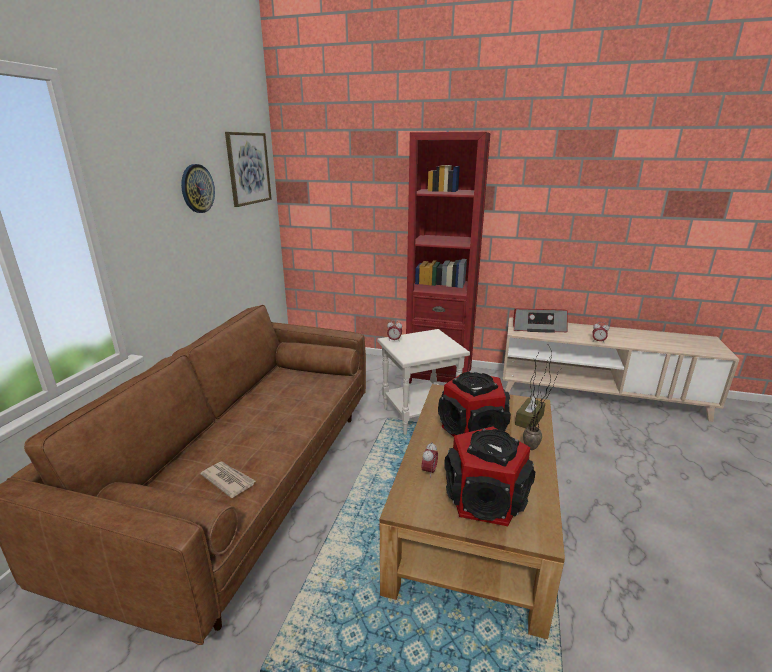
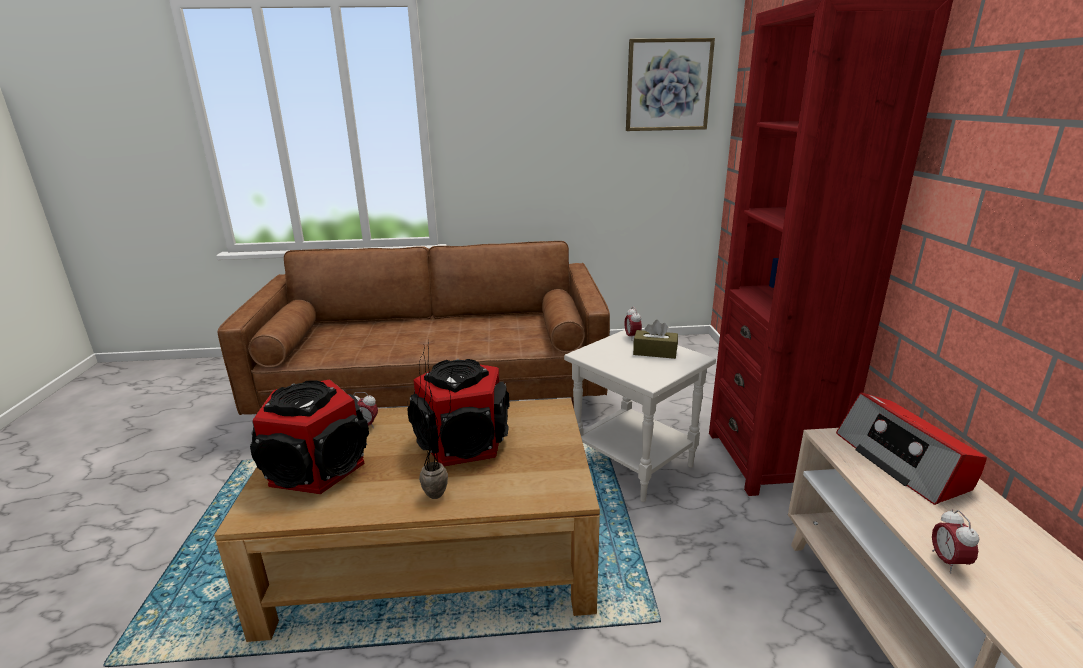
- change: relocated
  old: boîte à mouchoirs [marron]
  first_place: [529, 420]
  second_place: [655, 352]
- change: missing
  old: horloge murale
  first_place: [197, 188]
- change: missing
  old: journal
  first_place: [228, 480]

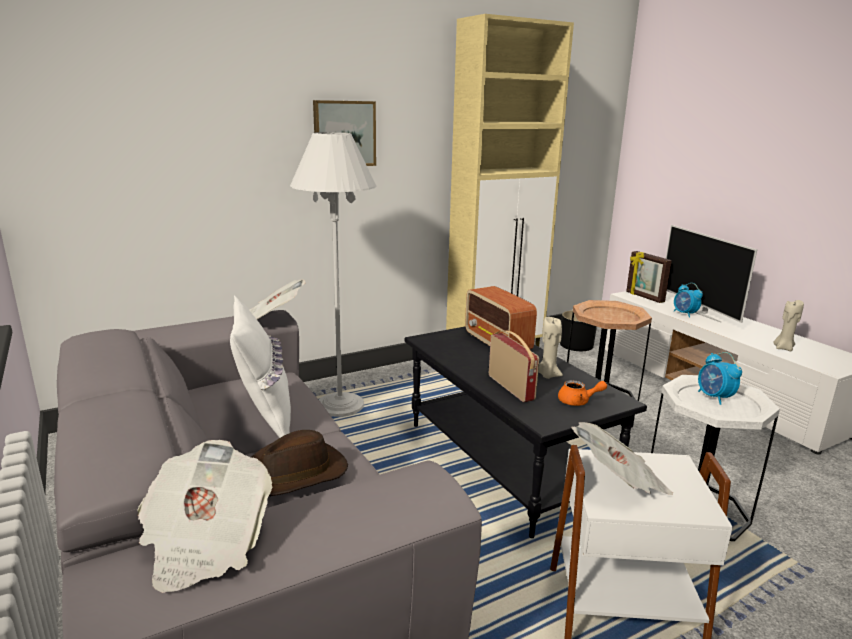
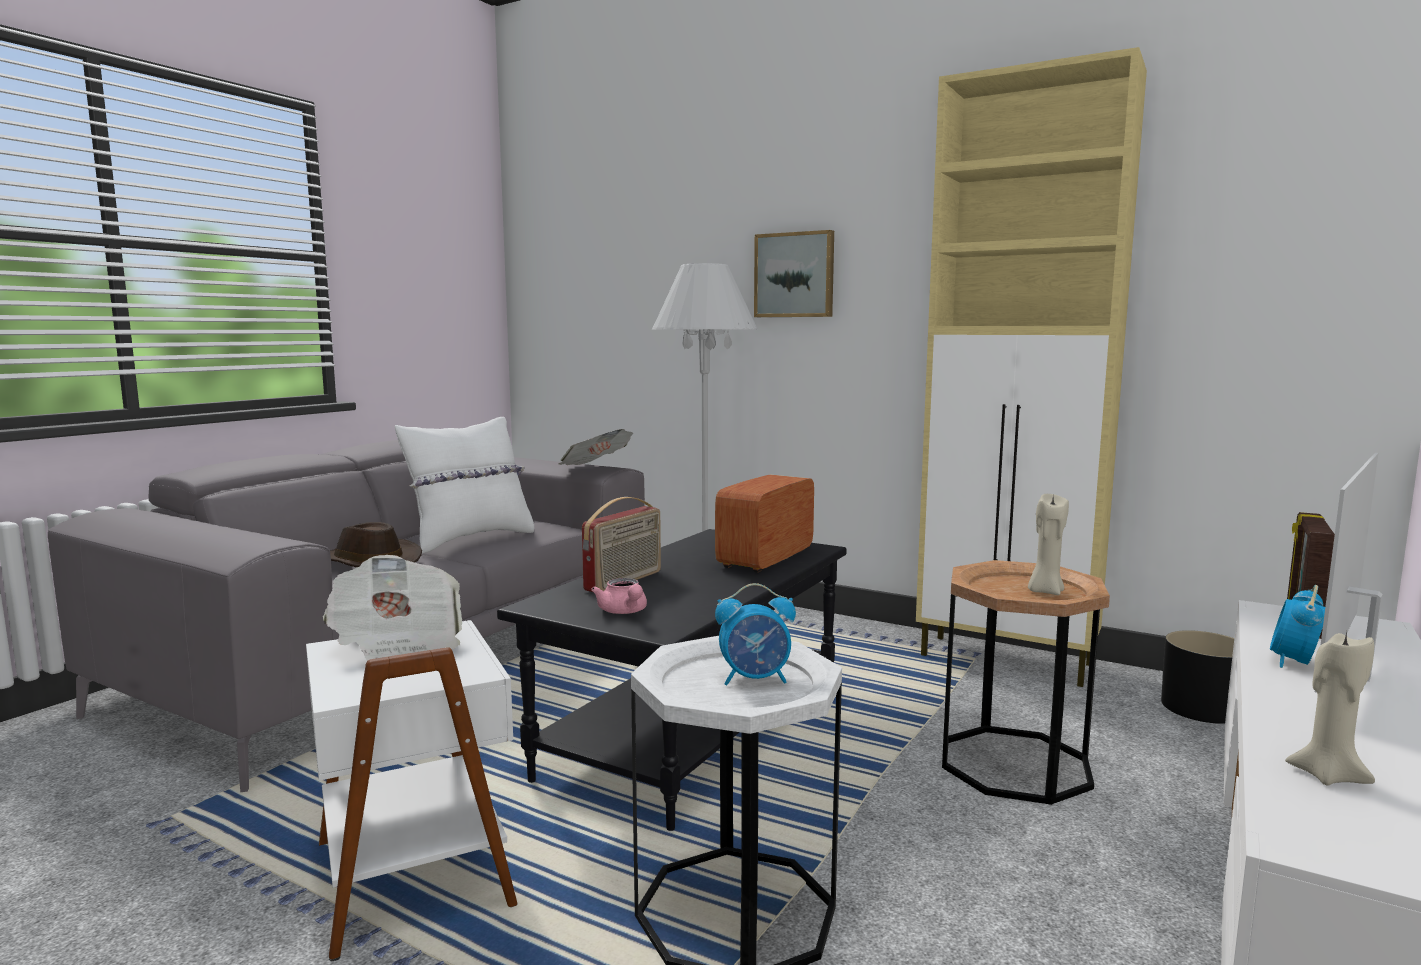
- change: colour
  old: théière [orange]
  new: théière [rose]
  first_place: [578, 402]
  second_place: [624, 612]
- change: spun
  old: réveil
  first_place: [714, 397]
  second_place: [755, 679]
  degrees: -135
- change: relocated
  old: bougie [beige]
  first_place: [547, 375]
  second_place: [1045, 591]
- change: missing
  old: journal
  first_place: [205, 542]

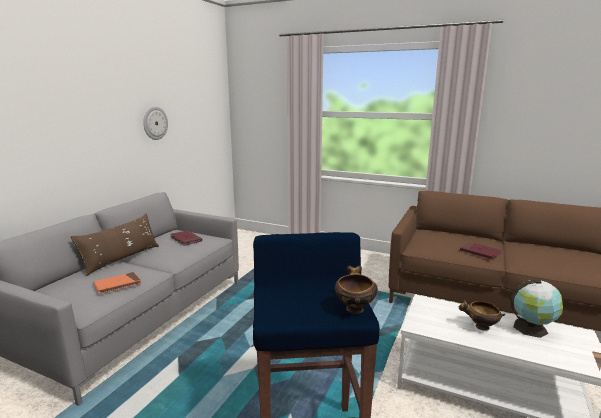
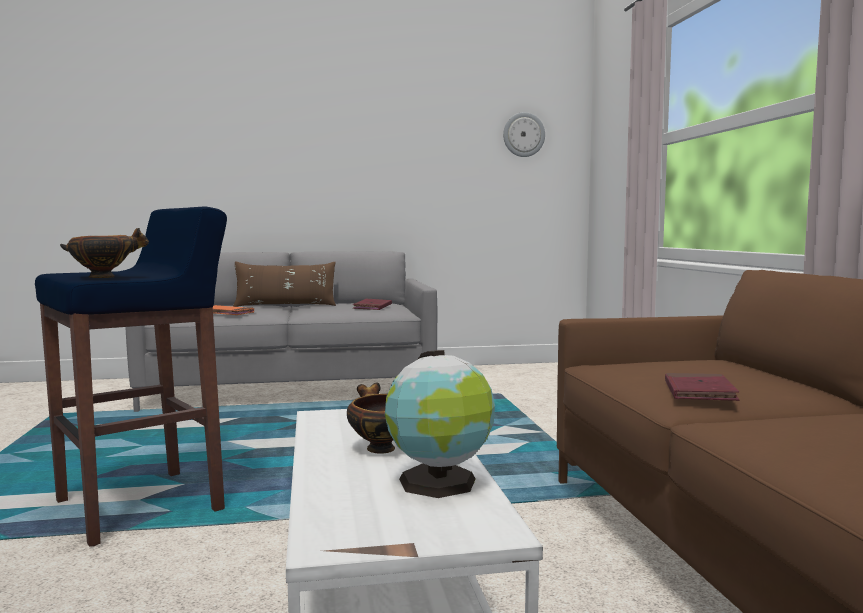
- change: relocated
  old: horloge murale
  first_place: [155, 123]
  second_place: [523, 135]

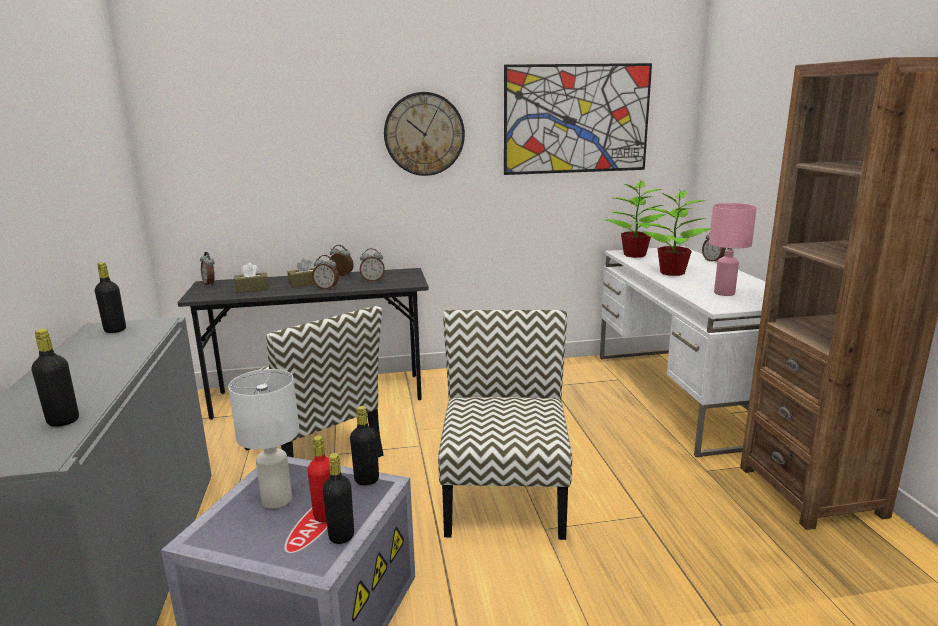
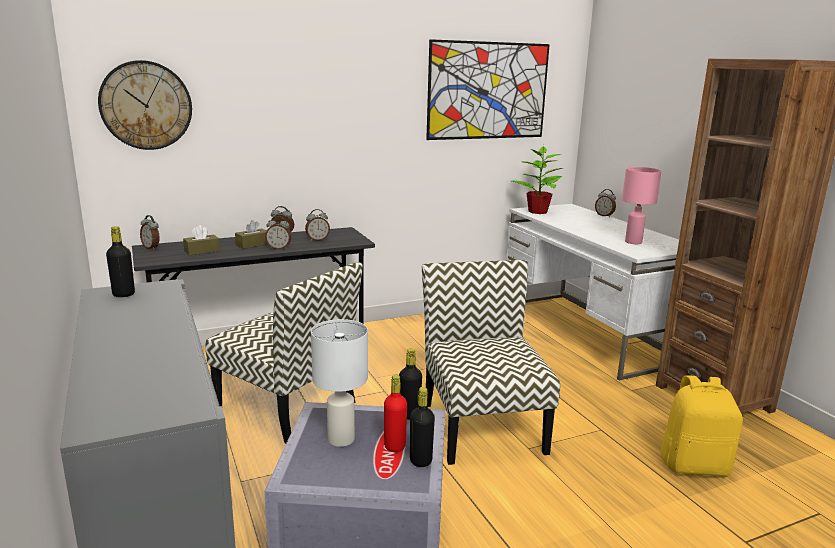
- change: relocated
  old: horloge murale
  first_place: [424, 134]
  second_place: [146, 105]
- change: appeared
  new: sac à dos [jaune]
  second_place: [694, 465]
- change: missing
  old: bouteille [noir]
  first_place: [63, 421]
- change: missing
  old: plante en pot
  first_place: [671, 272]

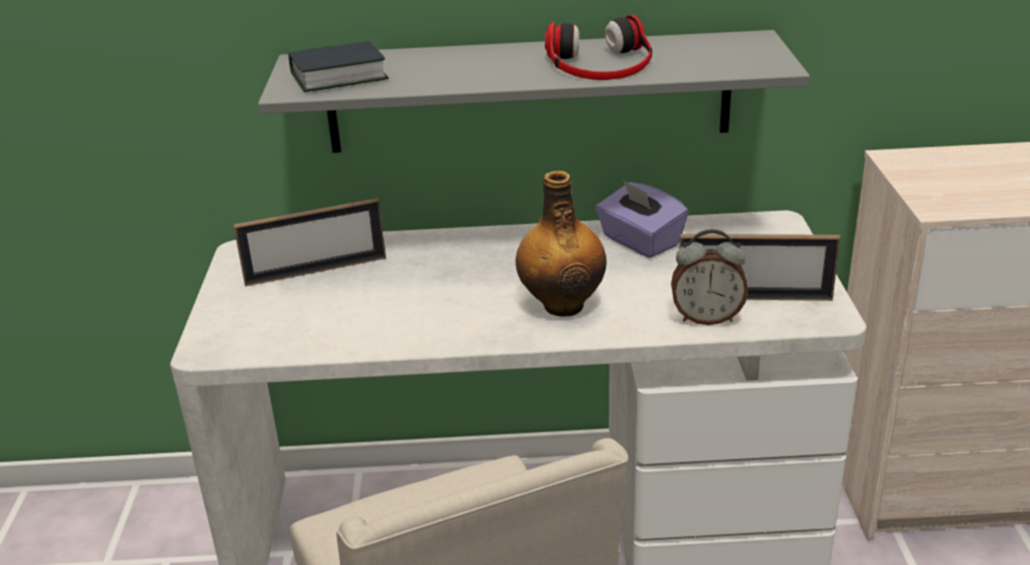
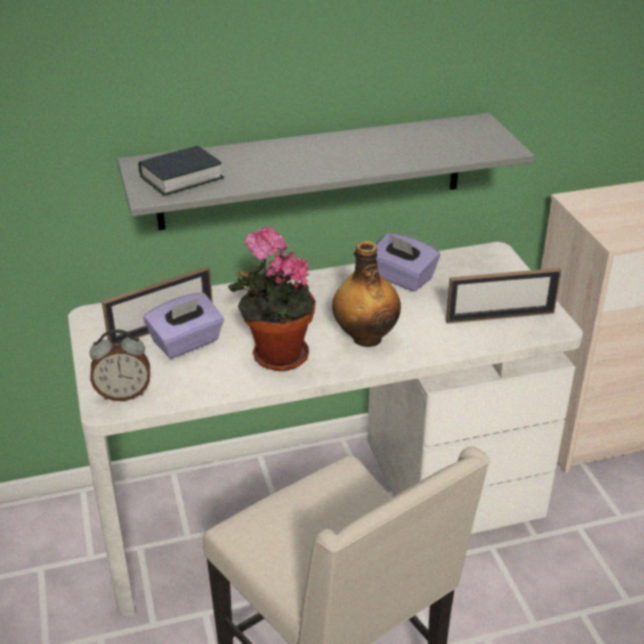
- change: relocated
  old: réveil
  first_place: [707, 318]
  second_place: [124, 394]
- change: appeared
  new: boîte à mouchoirs [violet]
  second_place: [187, 343]
- change: appeared
  new: plante en pot
  second_place: [275, 356]
- change: missing
  old: casque audio
  first_place: [600, 63]

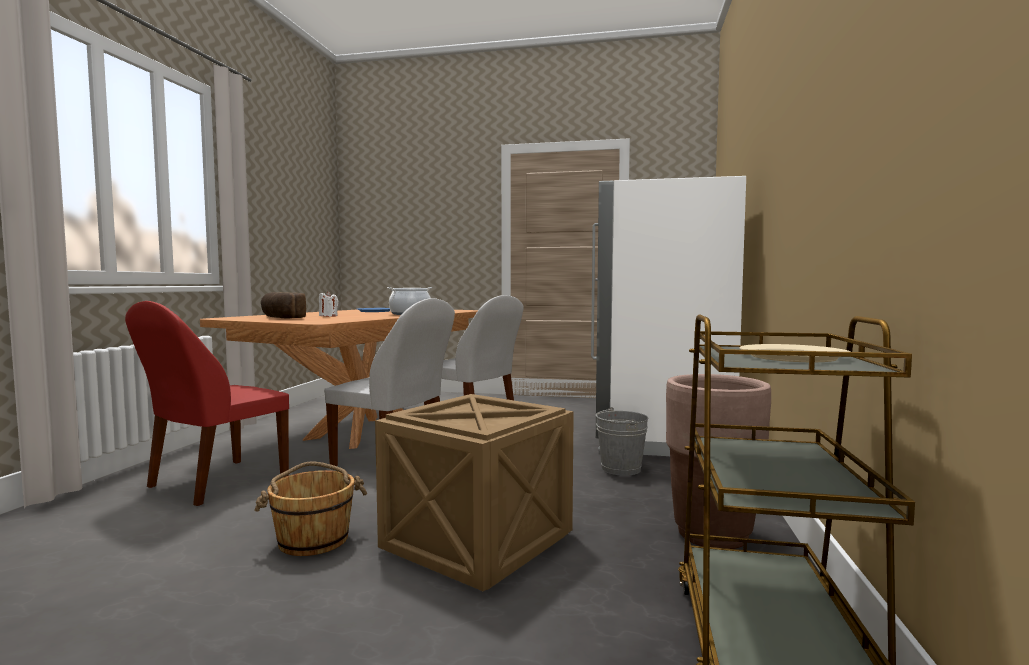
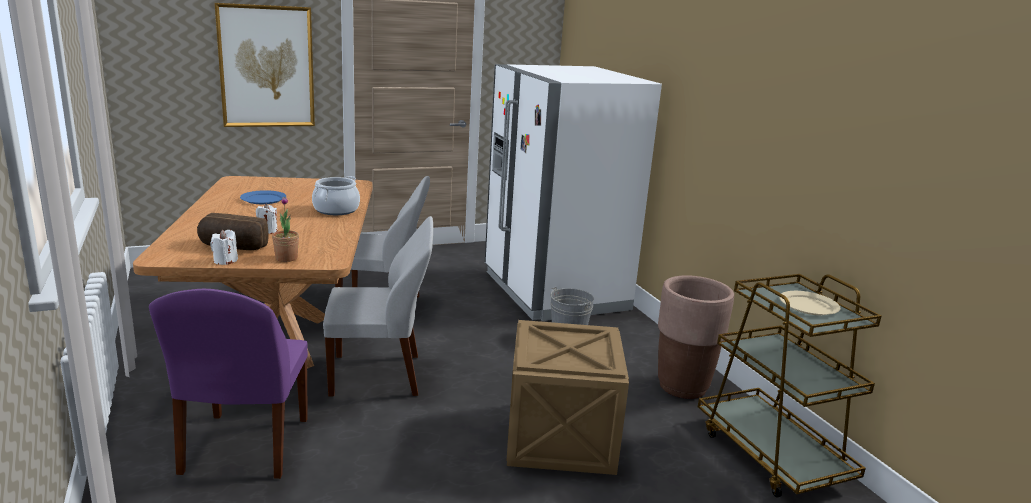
- change: colour
  old: chaise [rouge]
  new: chaise [violet]
  first_place: [215, 483]
  second_place: [244, 448]
- change: appeared
  new: bougie [blanc]
  second_place: [225, 261]
- change: appeared
  new: tableau
  second_place: [266, 66]
- change: appeared
  new: plante en pot
  second_place: [286, 258]
- change: missing
  old: seau [marron]
  first_place: [313, 539]

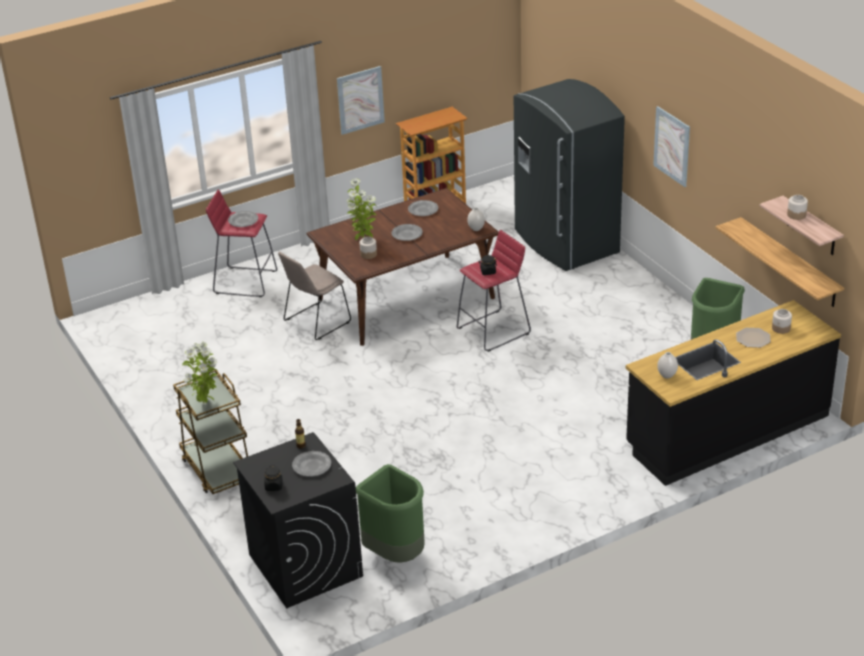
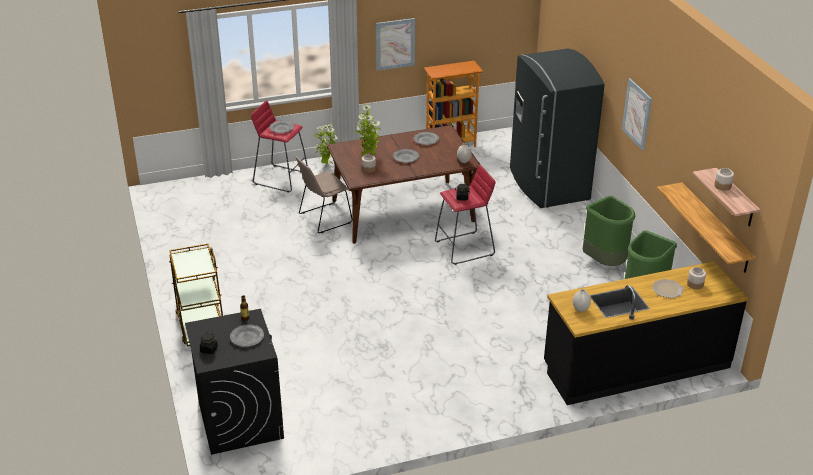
- change: relocated
  old: plante en pot
  first_place: [205, 404]
  second_place: [326, 166]
- change: relocated
  old: poubelle [vert]
  first_place: [395, 553]
  second_place: [605, 262]

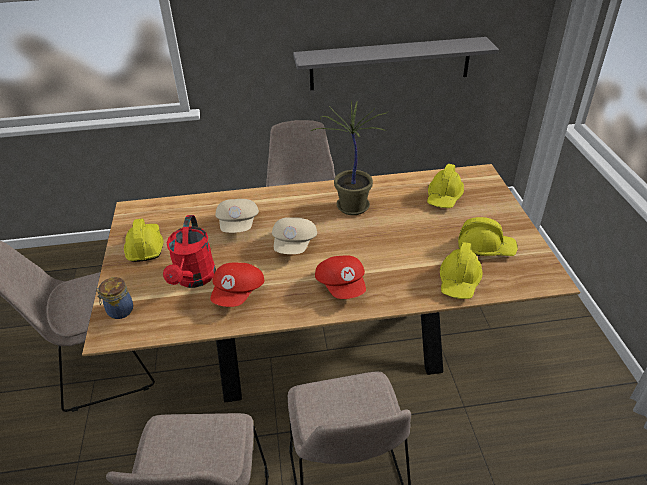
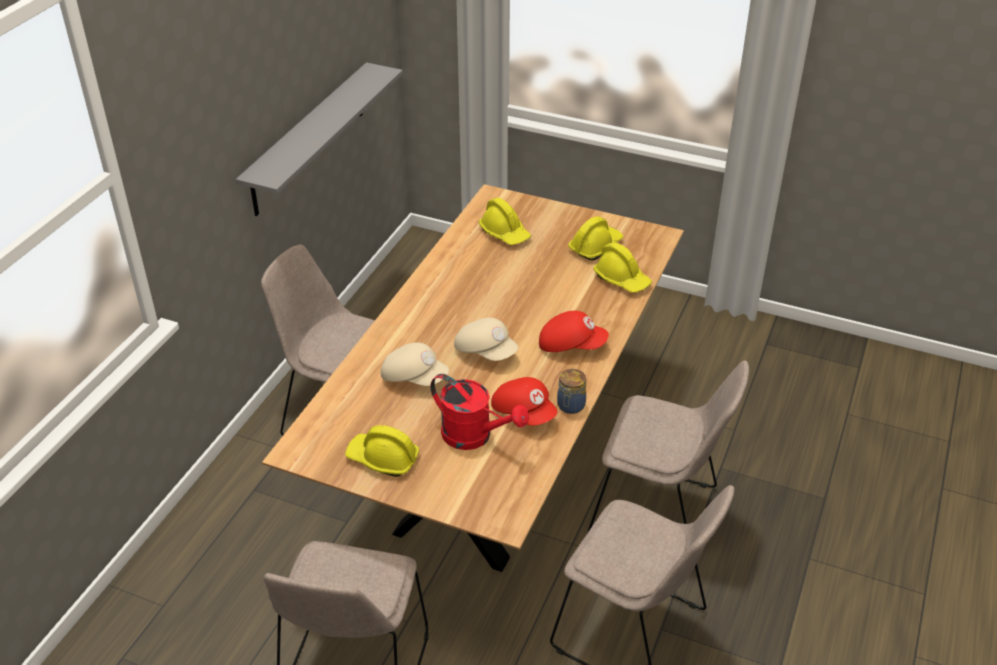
- change: relocated
  old: bocal
  first_place: [119, 311]
  second_place: [570, 406]
- change: missing
  old: plante en pot
  first_place: [351, 206]

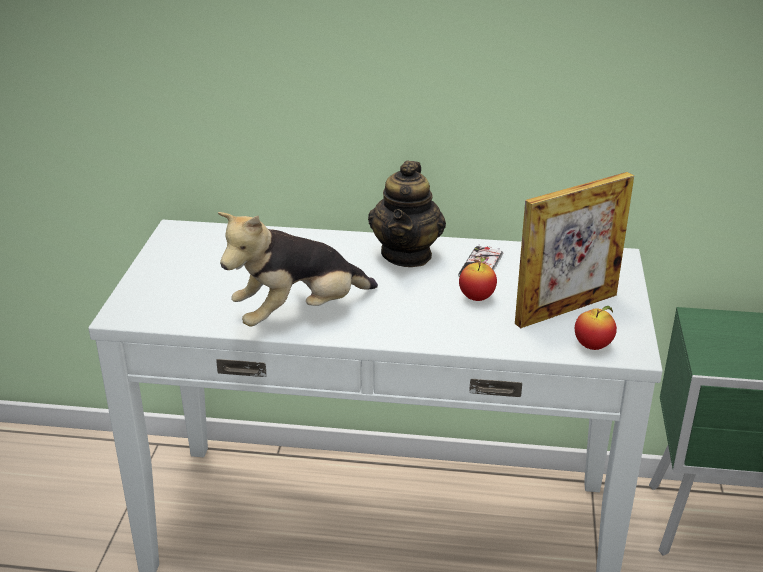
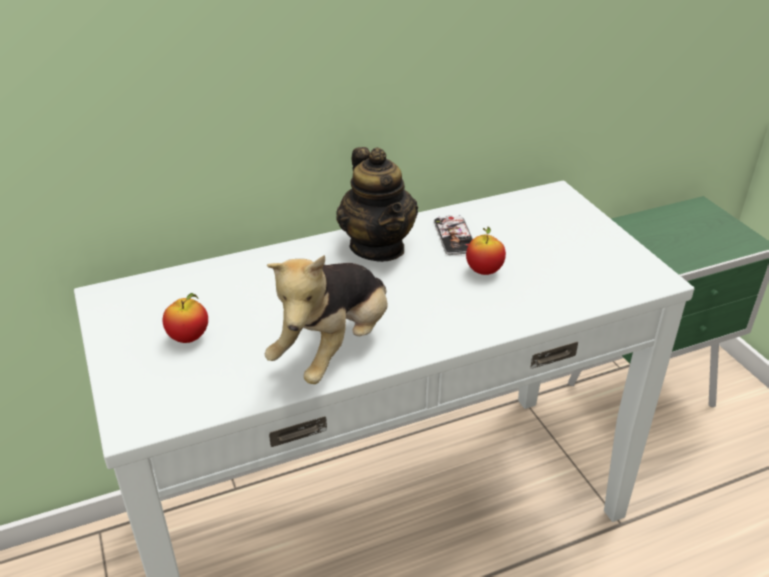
- change: relocated
  old: pomme
  first_place: [593, 346]
  second_place: [189, 337]
- change: missing
  old: cadre photo
  first_place: [566, 309]

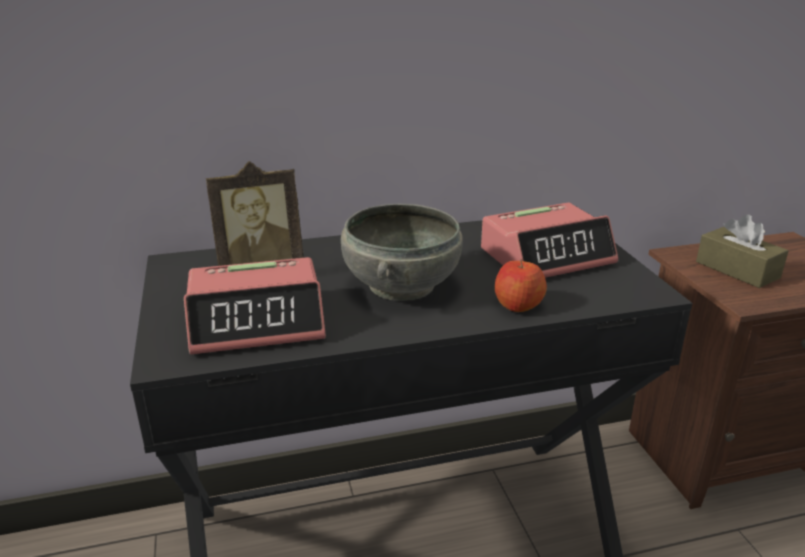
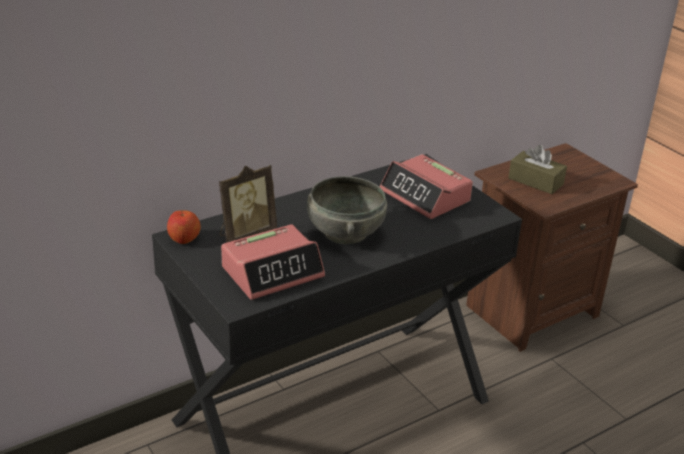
- change: relocated
  old: pomme
  first_place: [518, 304]
  second_place: [184, 238]
- change: spun
  old: réveil
  first_place: [547, 256]
  second_place: [425, 196]
  degrees: 90

